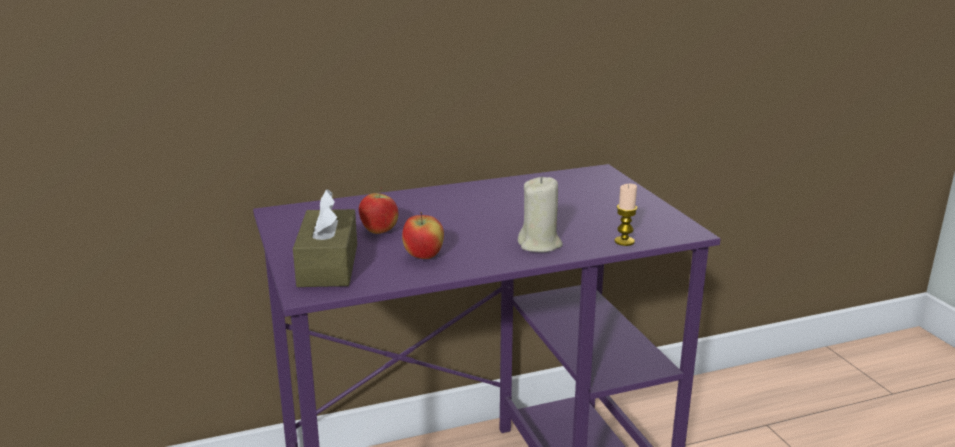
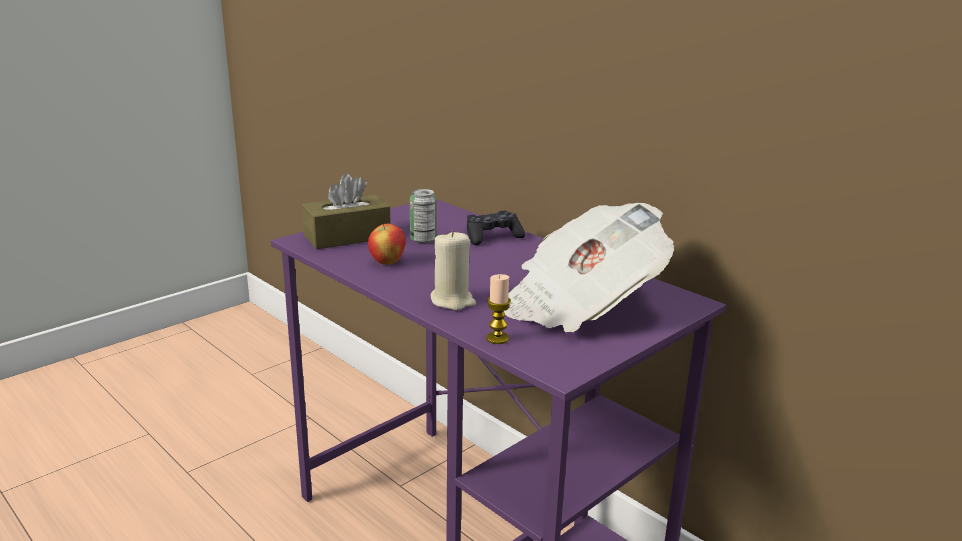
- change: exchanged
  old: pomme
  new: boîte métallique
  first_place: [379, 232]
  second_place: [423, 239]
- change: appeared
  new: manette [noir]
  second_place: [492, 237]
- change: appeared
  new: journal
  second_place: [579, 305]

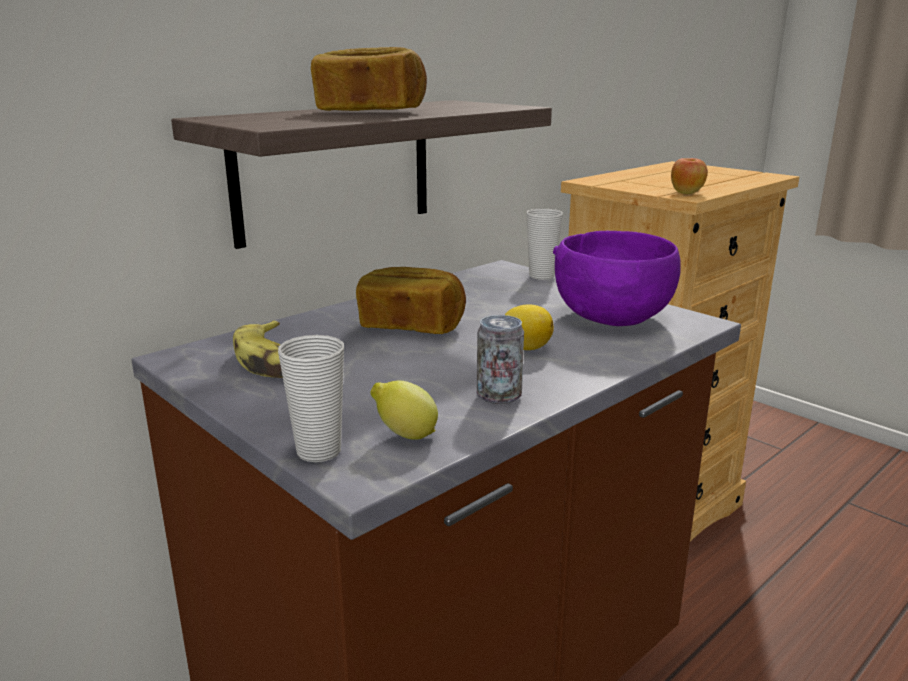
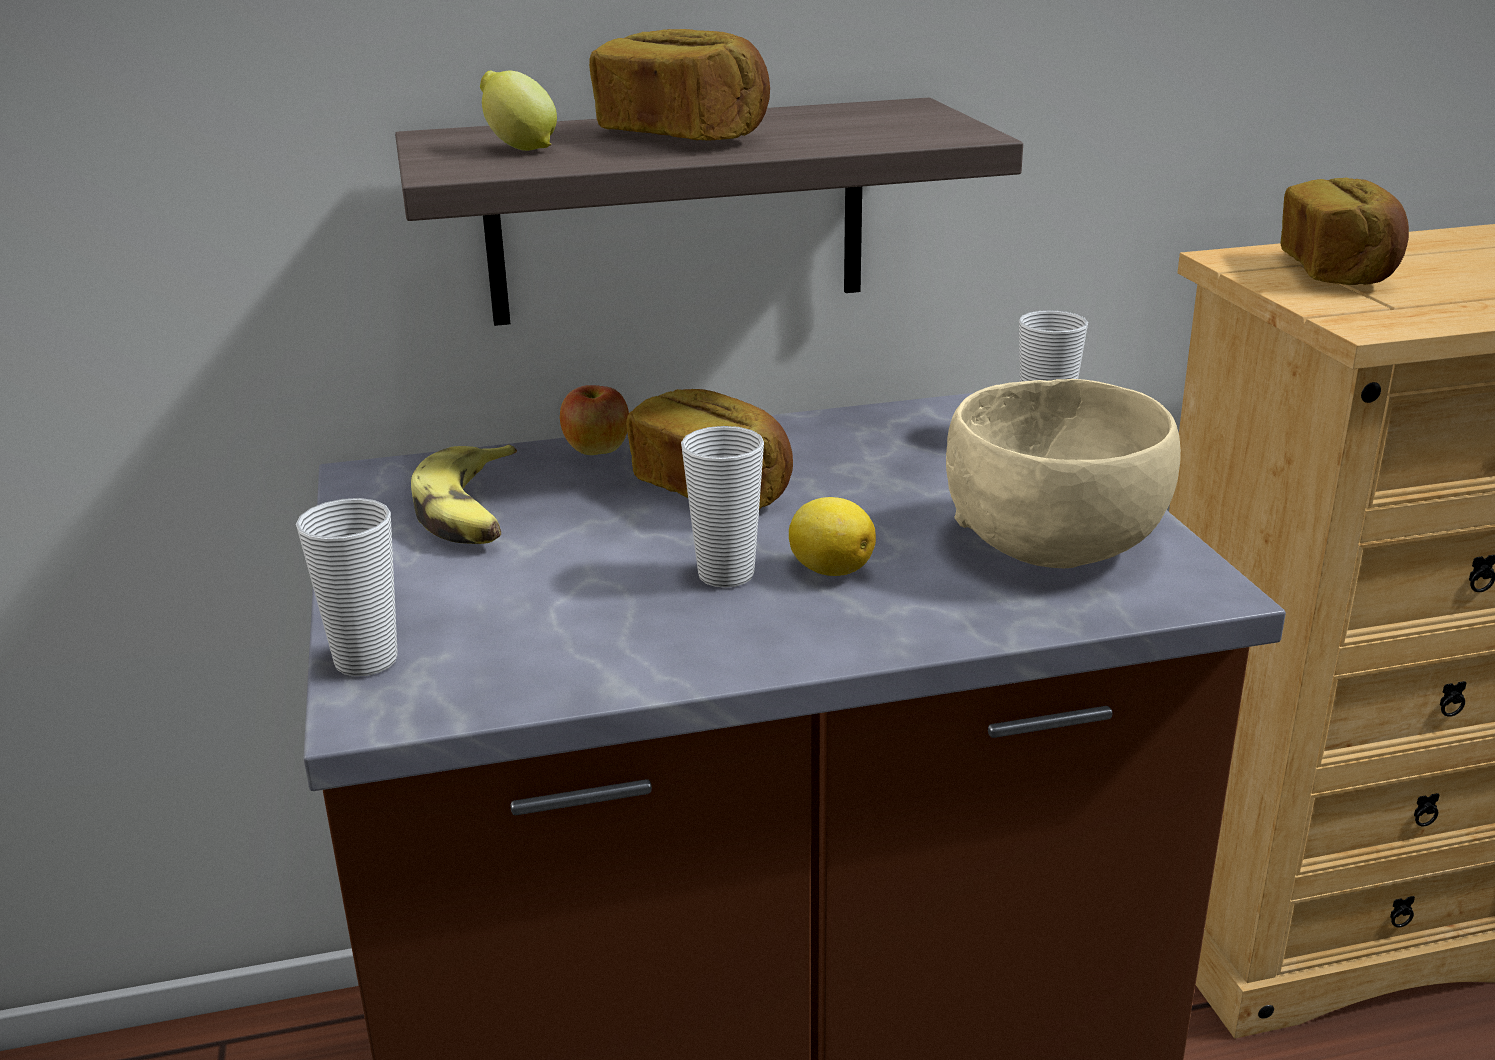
- change: relocated
  old: citron
  first_place: [405, 436]
  second_place: [519, 148]
- change: relocated
  old: pomme
  first_place: [687, 193]
  second_place: [597, 451]
- change: appeared
  new: tasse
  second_place: [726, 575]
- change: colour
  old: bol [violet]
  new: bol [beige]
  first_place: [612, 316]
  second_place: [1056, 543]
- change: appeared
  new: pain
  second_place: [1338, 271]
- change: missing
  old: boîte métallique
  first_place: [499, 395]

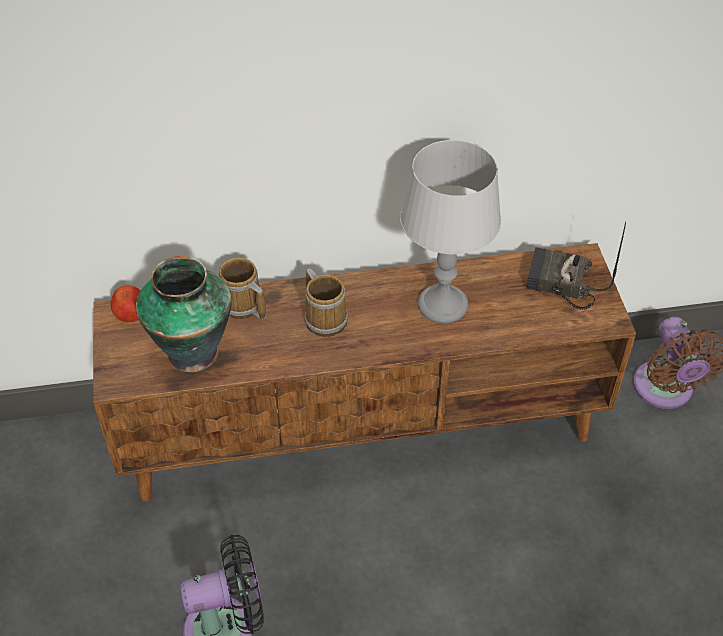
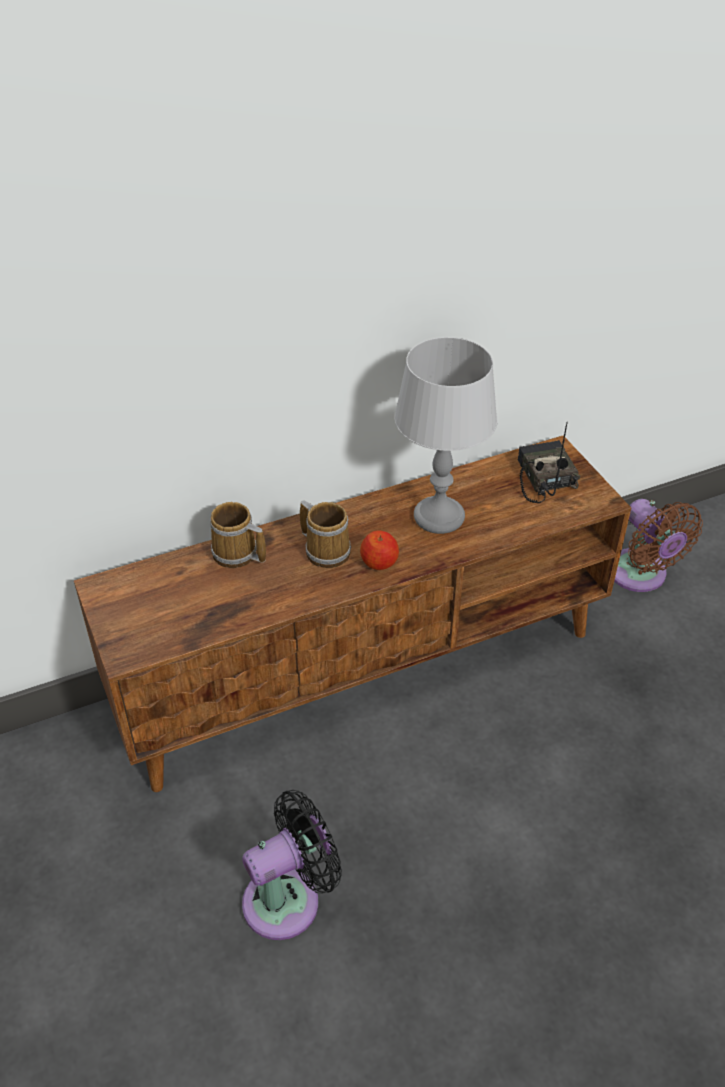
- change: relocated
  old: pomme
  first_place: [131, 314]
  second_place: [379, 562]
- change: spun
  old: radio
  first_place: [559, 284]
  second_place: [543, 478]
  degrees: 75
- change: missing
  old: vase
  first_place: [192, 350]

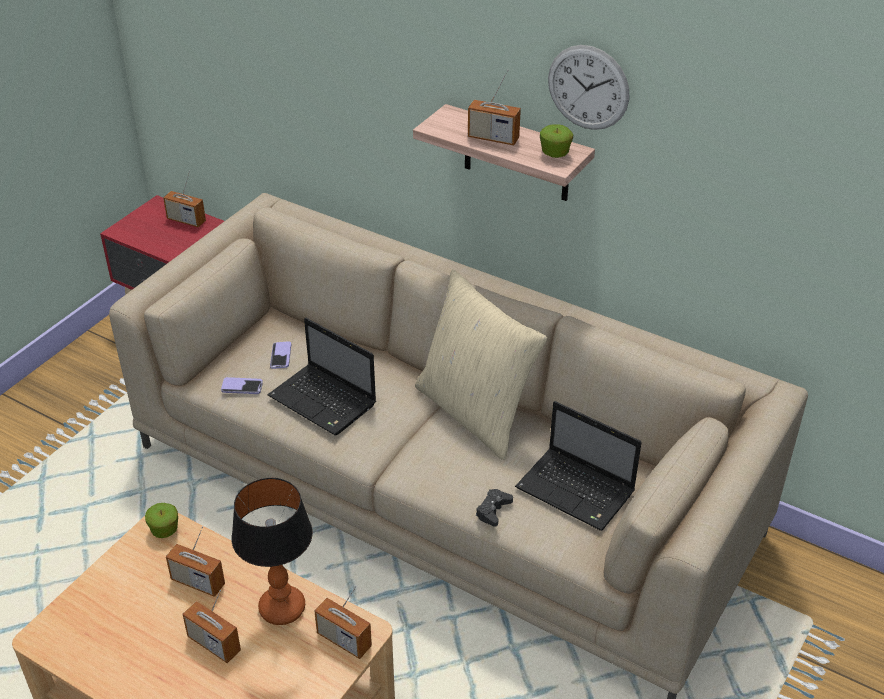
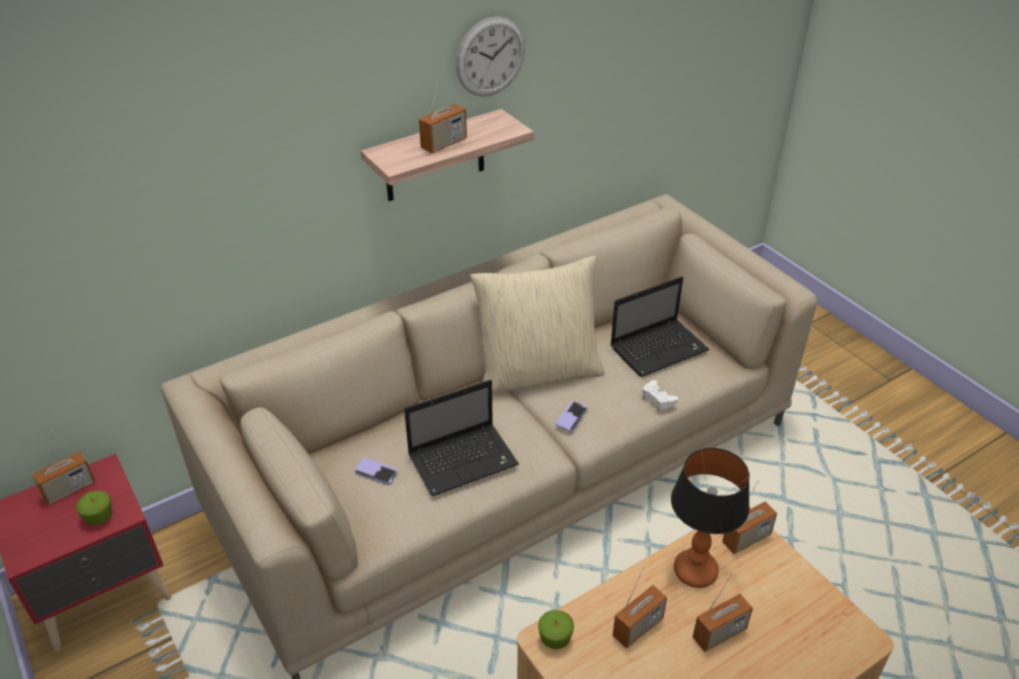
- change: relocated
  old: pomme
  first_place: [555, 153]
  second_place: [99, 517]
- change: relocated
  old: téléphone
  first_place: [242, 387]
  second_place: [571, 417]
- change: colour
  old: manette [noir]
  new: manette [blanc]
  first_place: [493, 510]
  second_place: [658, 398]

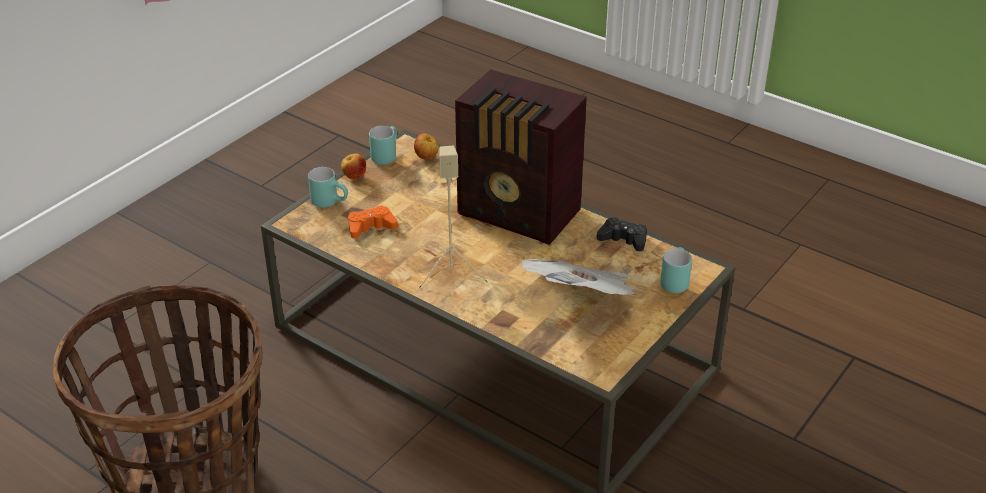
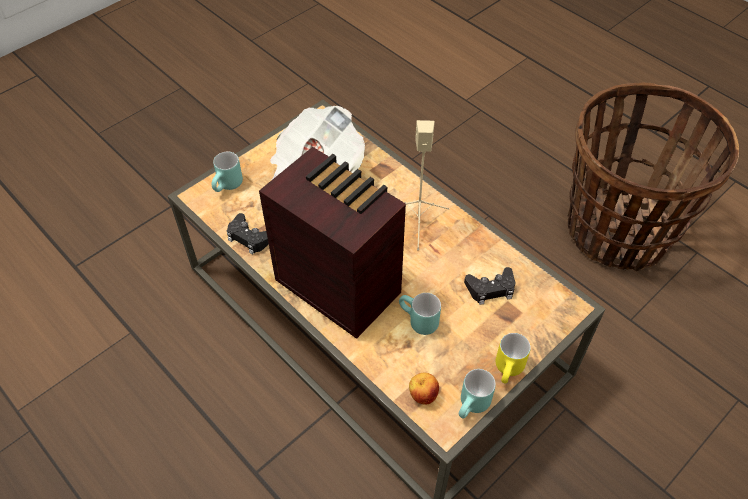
- change: relocated
  old: mug [turquoise]
  first_place: [330, 202]
  second_place: [417, 322]
- change: colour
  old: manette [orange]
  new: manette [noir]
  first_place: [371, 227]
  second_place: [490, 289]
- change: exchanged
  old: pomme
  new: mug [jaune]
  first_place: [354, 177]
  second_place: [509, 371]

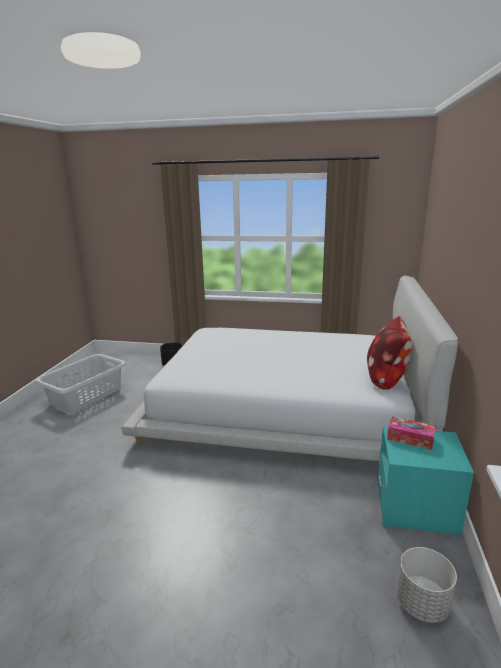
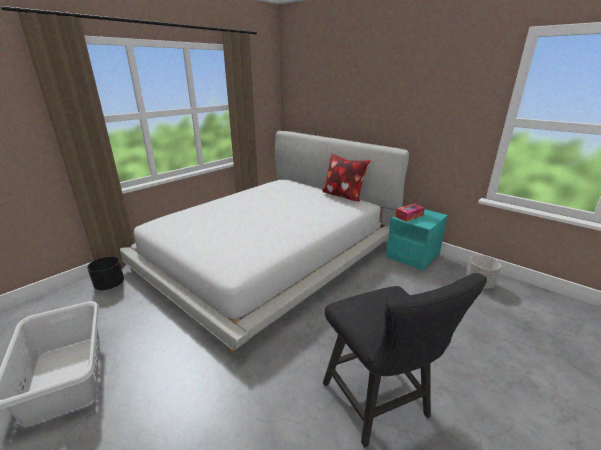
- change: appeared
  new: chaise [noir]
  second_place: [380, 405]

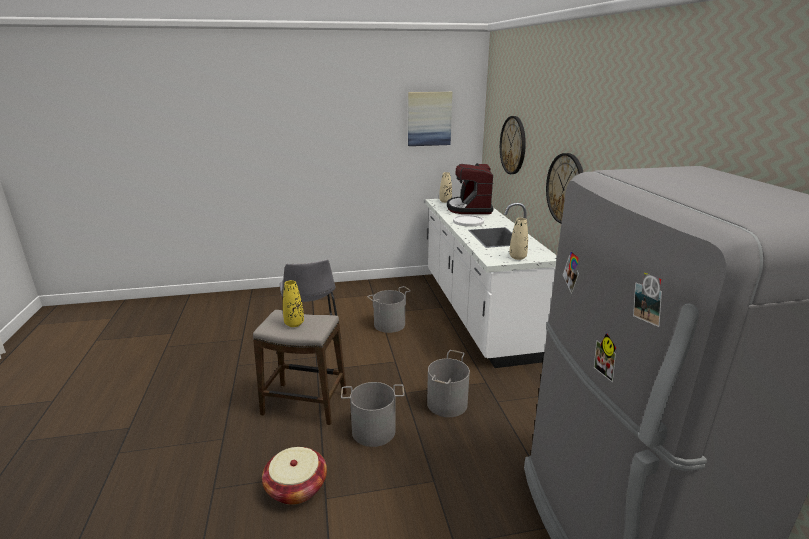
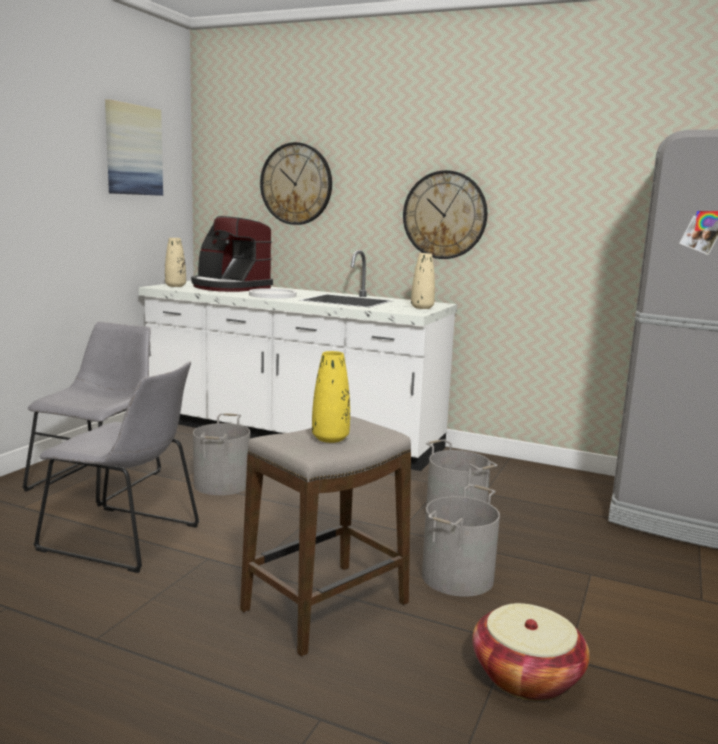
- change: appeared
  new: chaise [gris]
  second_place: [99, 479]

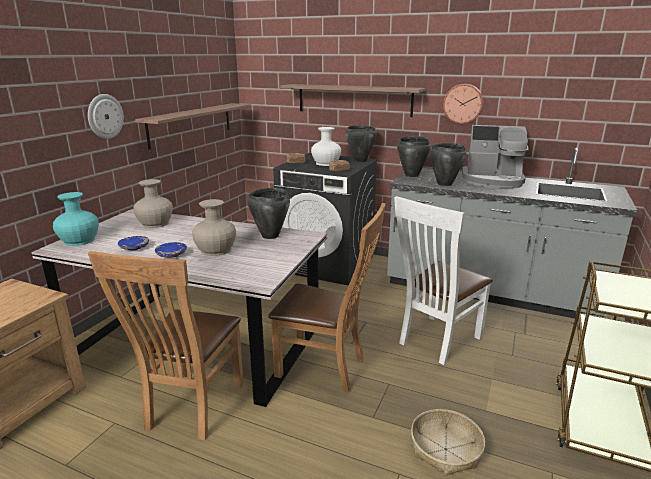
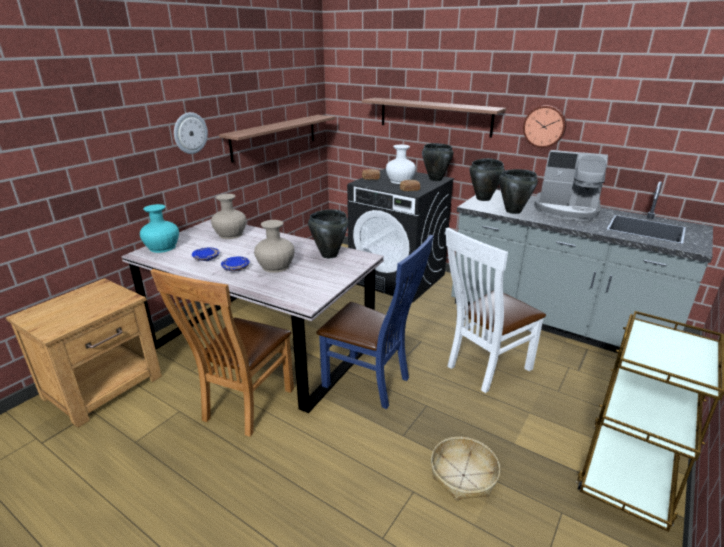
- change: colour
  old: chaise [marron]
  new: chaise [bleu]
  first_place: [326, 368]
  second_place: [371, 383]

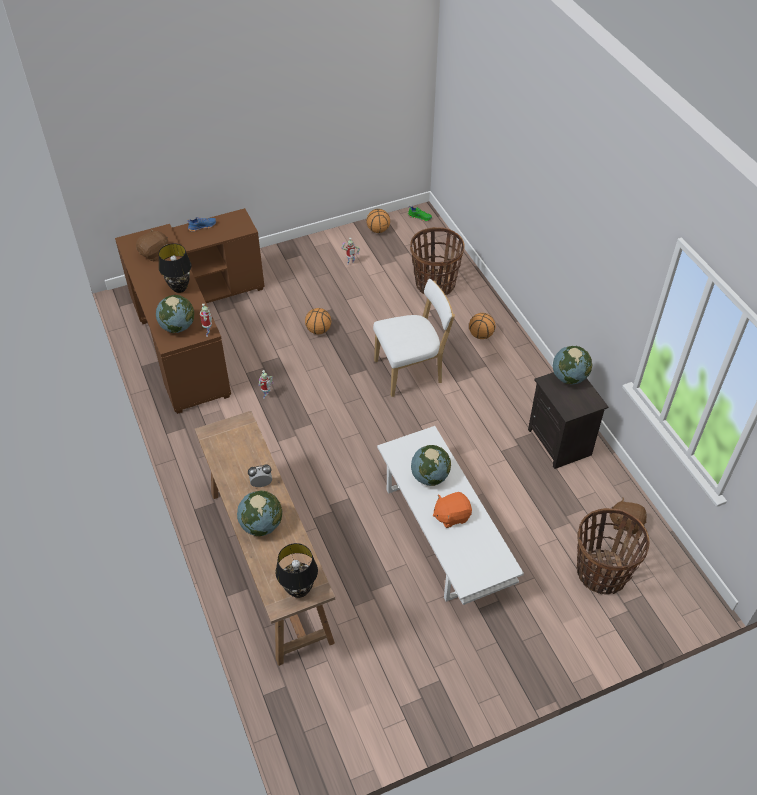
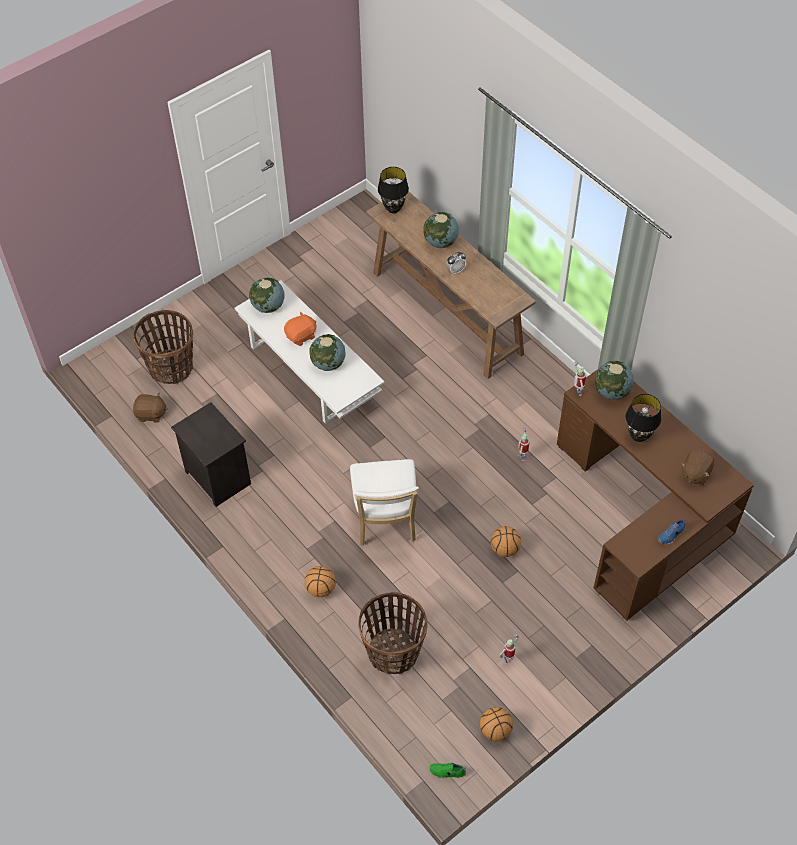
- change: relocated
  old: globe
  first_place: [569, 377]
  second_place: [268, 306]
- change: spun
  old: chaise [blanc]
  first_place: [411, 371]
  second_place: [385, 522]
  degrees: -60

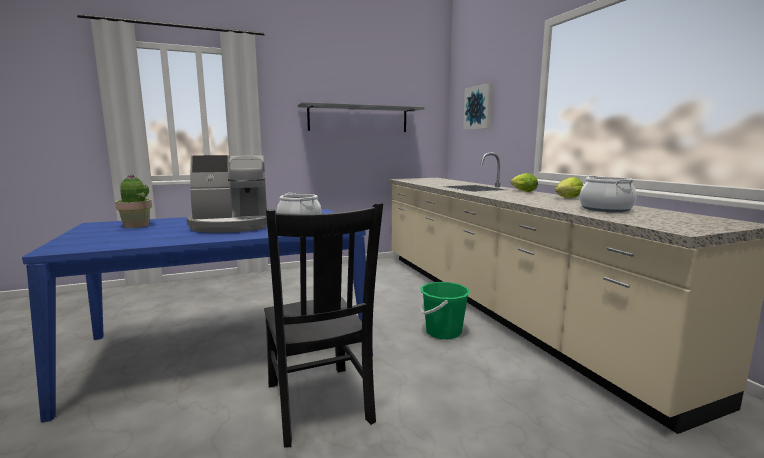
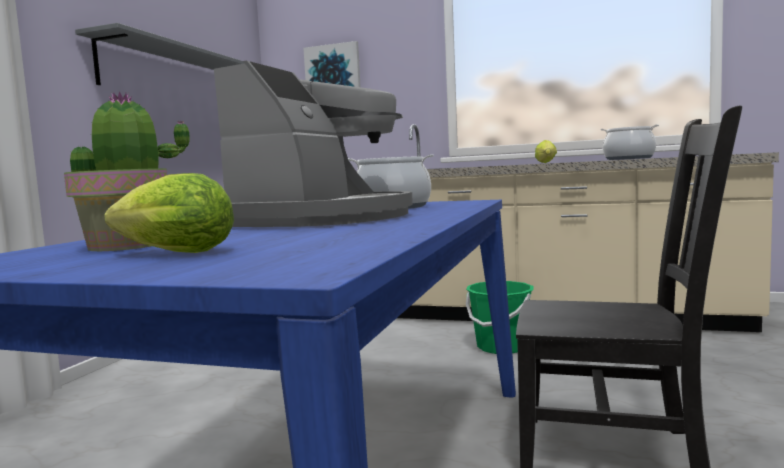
- change: relocated
  old: laitue
  first_place: [522, 191]
  second_place: [170, 253]

